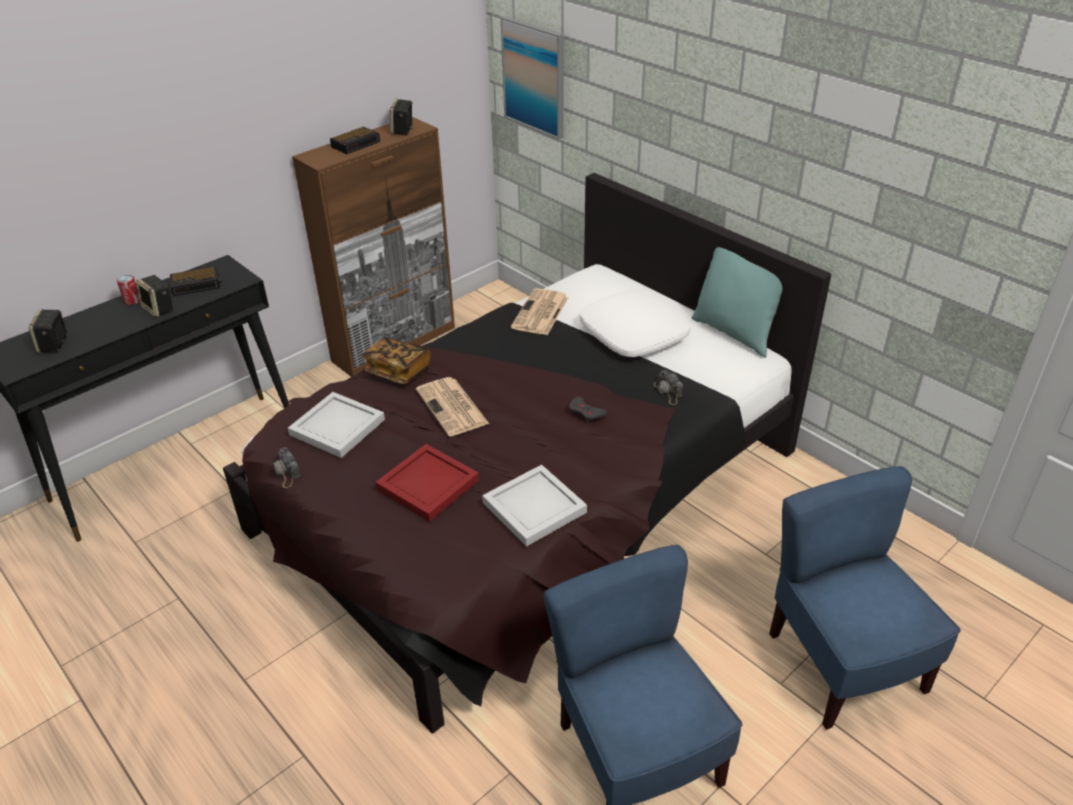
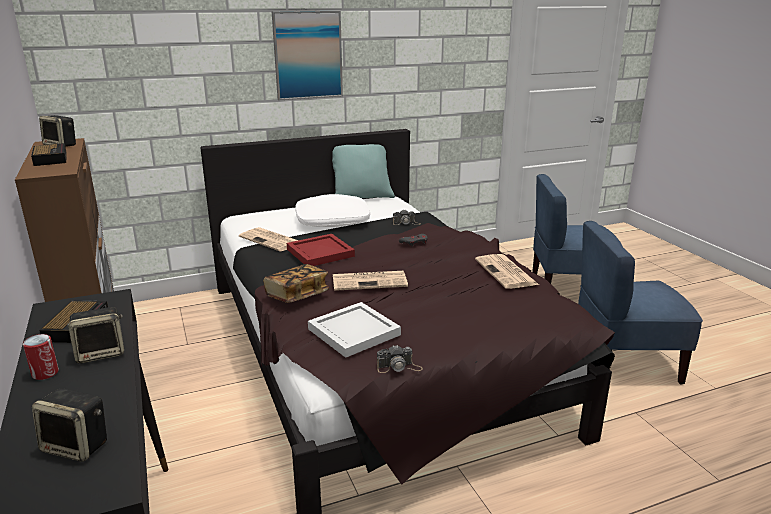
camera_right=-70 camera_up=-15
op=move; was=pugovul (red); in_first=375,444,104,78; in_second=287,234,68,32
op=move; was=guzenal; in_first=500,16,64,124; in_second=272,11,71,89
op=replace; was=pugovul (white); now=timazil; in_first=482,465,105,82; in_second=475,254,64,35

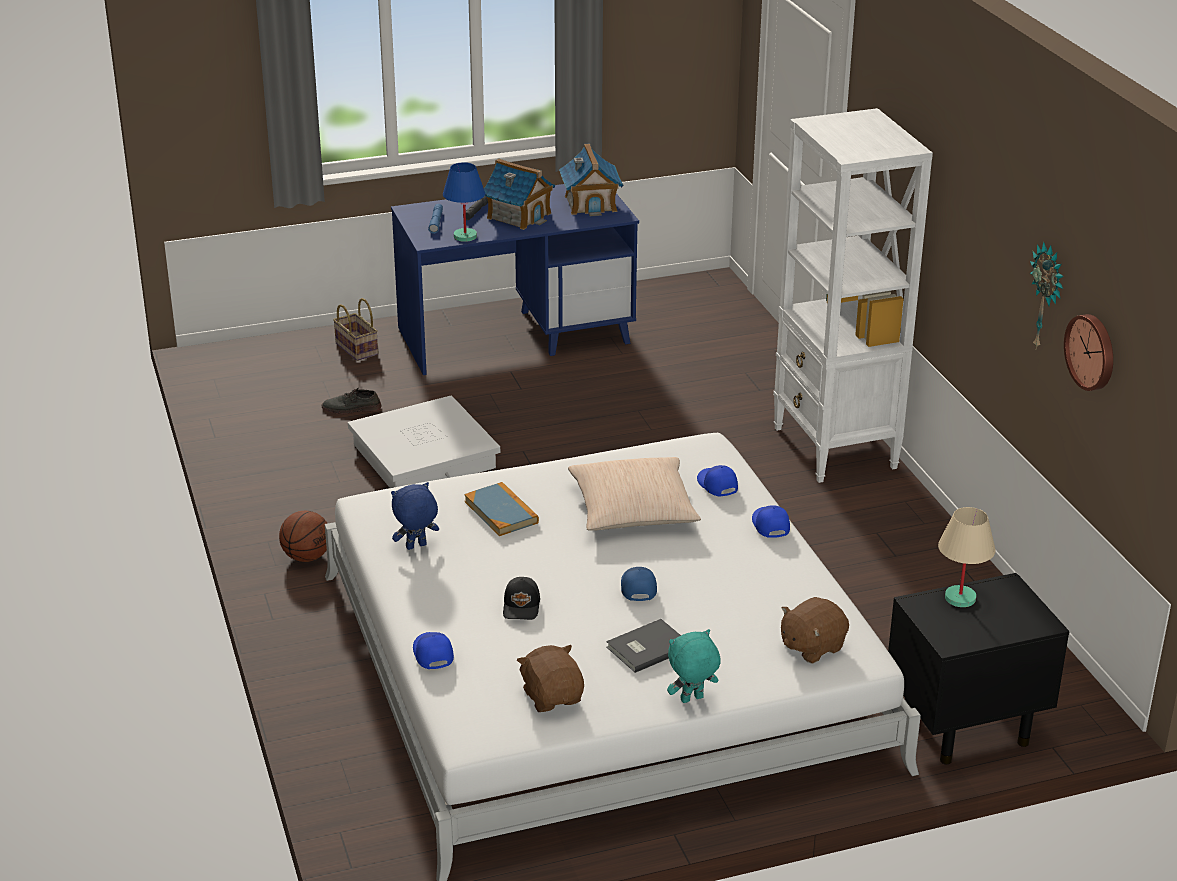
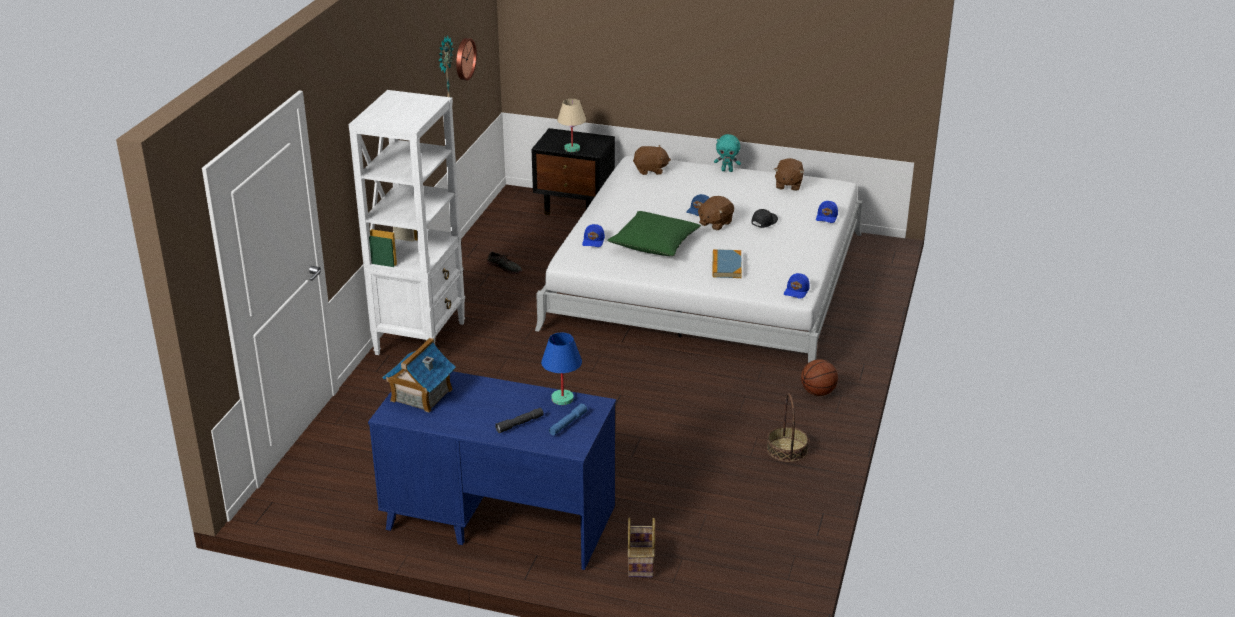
camera_right=-145 camera_up=0
op=delete; was=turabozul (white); in_first=348,396,152,92
op=delete; was=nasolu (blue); in_first=391,482,48,68
op=delete; was=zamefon; in_first=484,158,71,72
op=delete; was=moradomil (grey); in_first=606,619,75,54
op=insert; now=nasolu (brown); in_second=697,196,37,34
op=insert; now=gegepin; in_second=767,393,42,69
op=move; was=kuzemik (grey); in_first=322,388,60,26; in_second=487,252,35,22
op=move; was=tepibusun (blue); in_first=752,505,38,33; in_second=784,273,26,26
op=recolor; was=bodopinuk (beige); now=bodopinuk (green); in_first=568,457,133,74; in_second=607,211,94,45

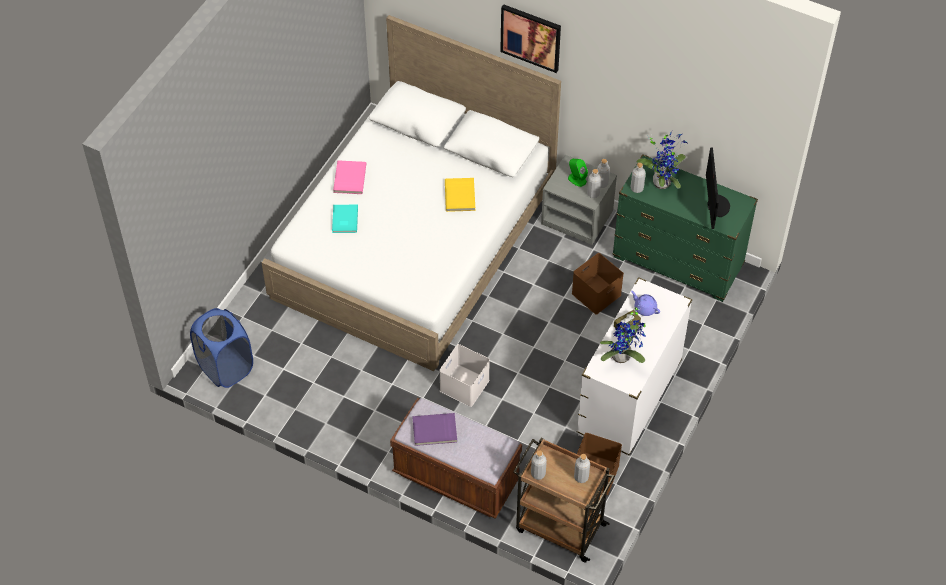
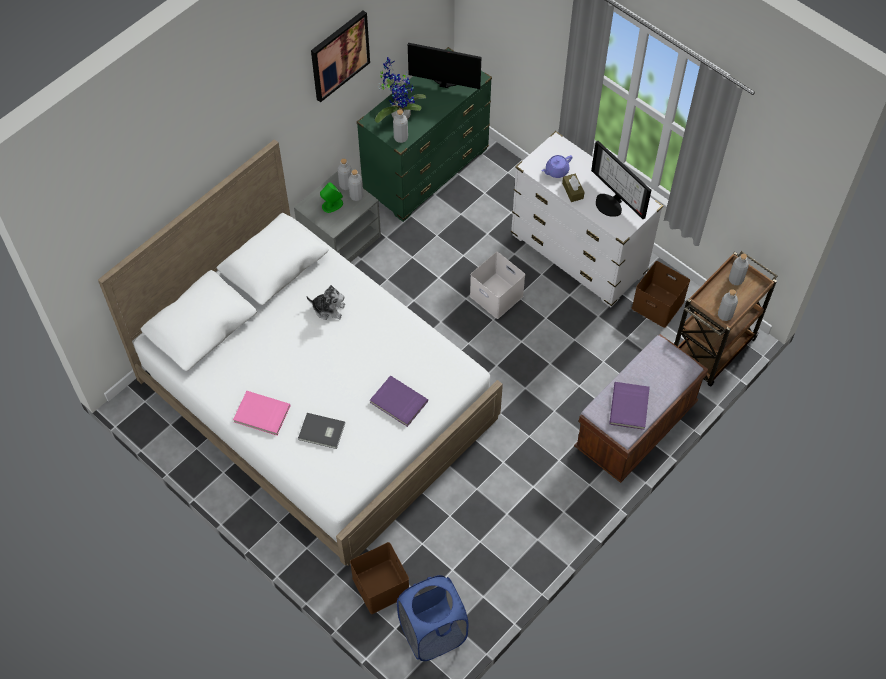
camera_right=-75 camera_up=5
op=insert; now=moradomil (purple); in_second=370,376,58,51
op=move; was=turabozul (white); in_first=439,344,51,63; in_second=470,252,55,67
op=move; was=guzenal; in_first=500,4,61,69; in_second=311,11,59,91
op=move; was=turabozul (brown); in_first=572,253,52,62; in_second=350,542,59,72
op=replace; was=moradomil (yellow); now=nasolu; in_first=445,178,30,34; in_second=306,285,39,35
op=replace; was=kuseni; now=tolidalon; in_first=600,306,46,57; in_second=591,140,60,80
op=recolor; was=moradomil (turquoise); now=moradomil (grey); in_first=332,205,26,28; in_second=298,413,47,36

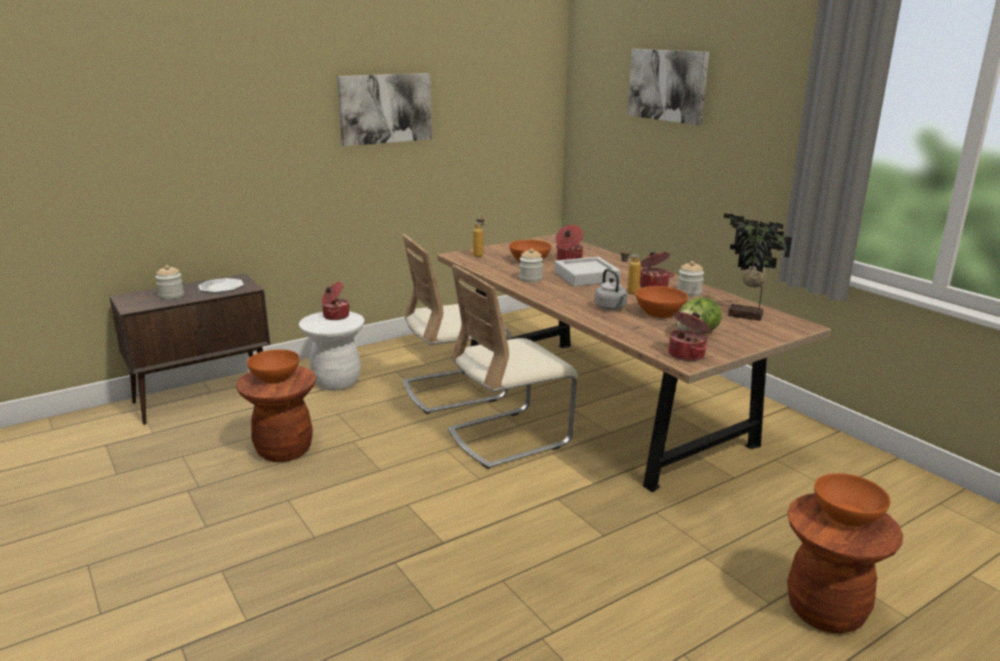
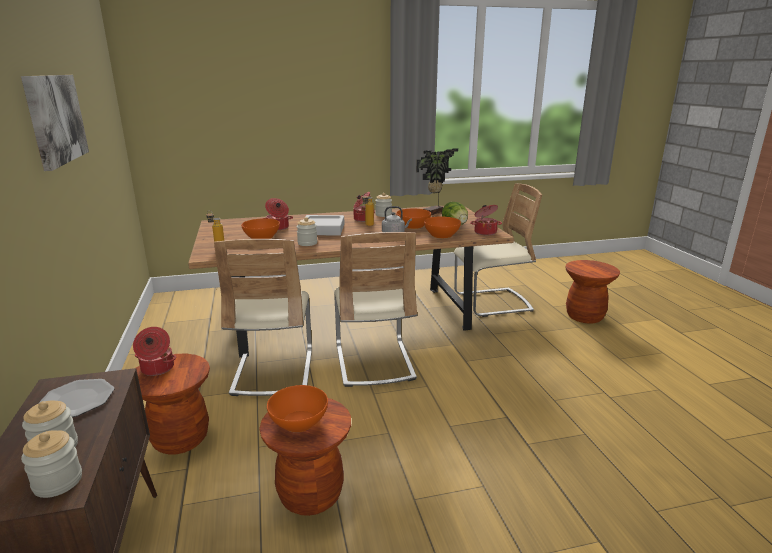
camera_right=-70 camera_up=0
op=delete; was=guzenal; in_first=627,49,82,76
op=insert; now=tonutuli; in_second=21,430,61,68
op=insert; now=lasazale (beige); in_second=454,183,88,134
op=move; was=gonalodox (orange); in_first=814,473,76,54; in_second=424,217,37,21
op=recolor; was=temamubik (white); now=temamubik (brown); in_first=299,311,66,79; in_second=136,354,74,101

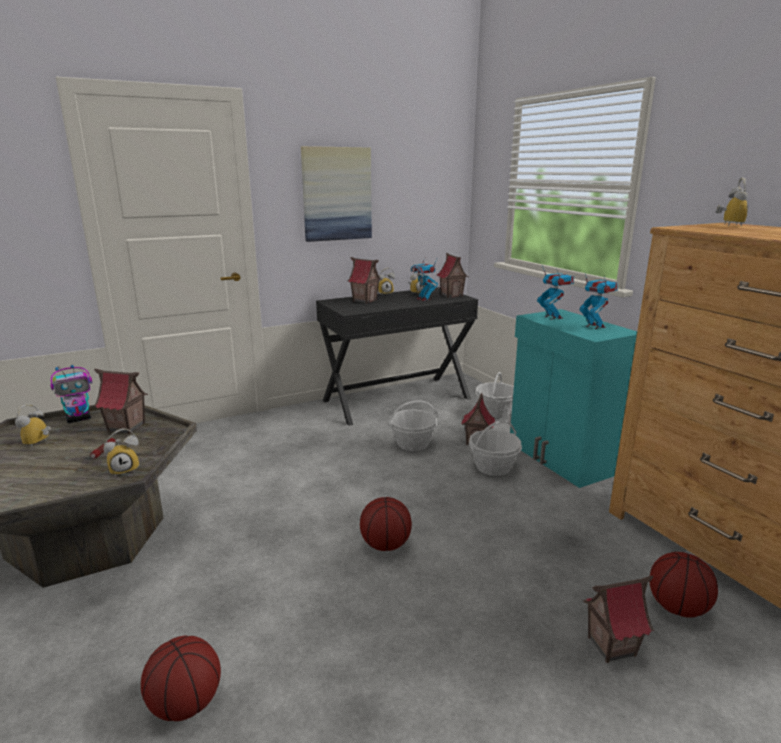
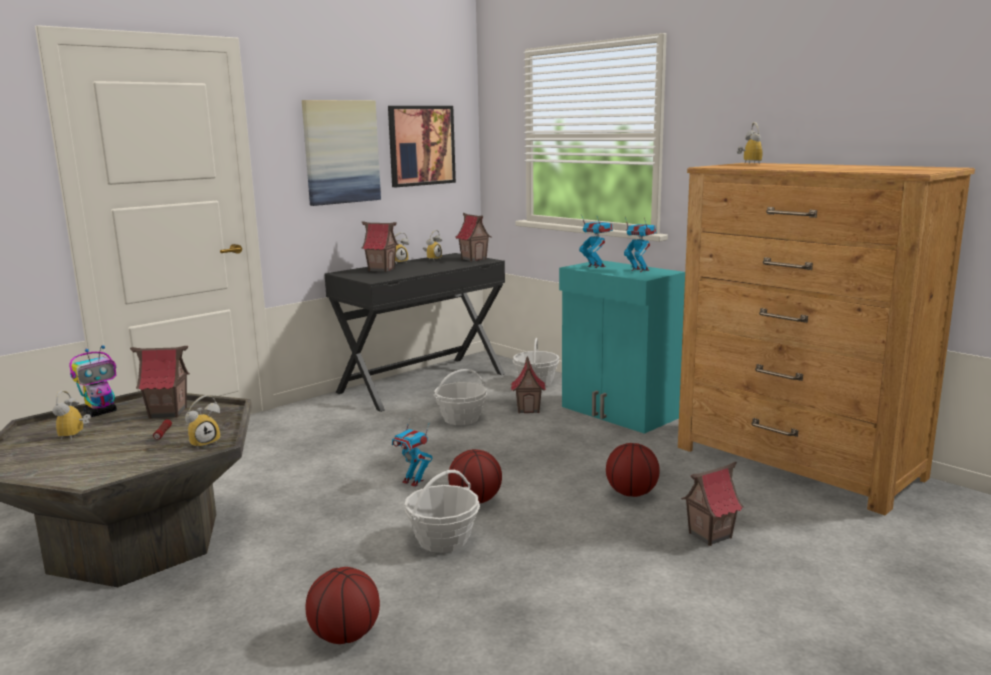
camera_right=-15 camera_up=-5
op=insert; now=guzenal; in_second=388,106,68,81
op=move; was=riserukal; in_first=411,256,27,45; in_second=392,417,40,70
op=move; was=gegepin; in_first=469,420,53,56; in_second=404,470,76,83
op=move; was=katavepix; in_first=649,552,69,65; in_second=606,443,54,54

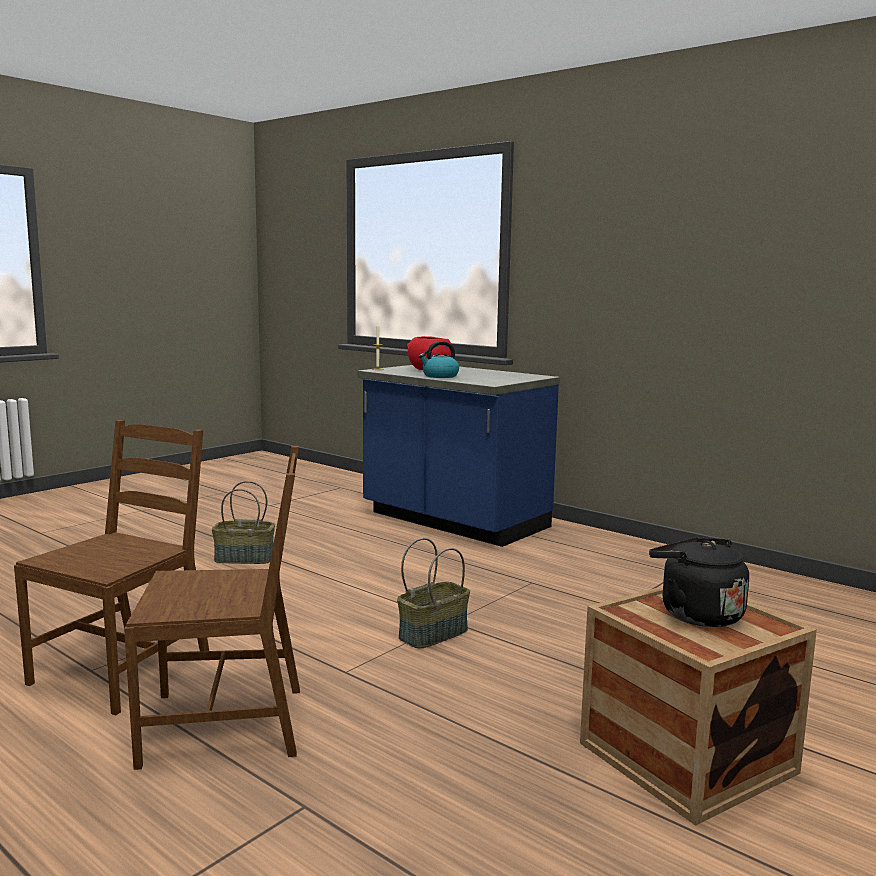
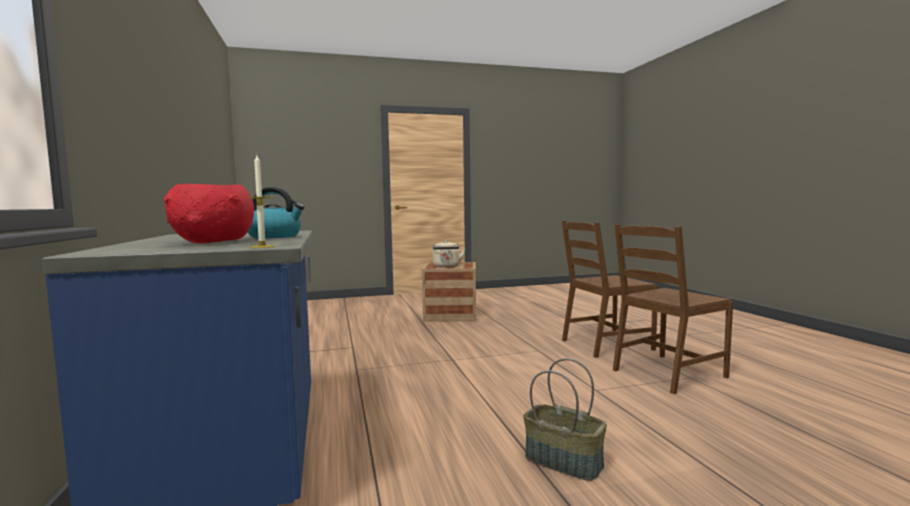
camera_right=-145 camera_up=-5
op=delete; was=gegepin; in_first=397,538,73,111
op=recolor; was=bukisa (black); now=bukisa (beige); in_first=649,538,100,89; in_second=433,241,32,27
op=rotate; was=lasazale (brown); in_first=124,446,176,324; in_second=562,221,96,137; clockwise=-45

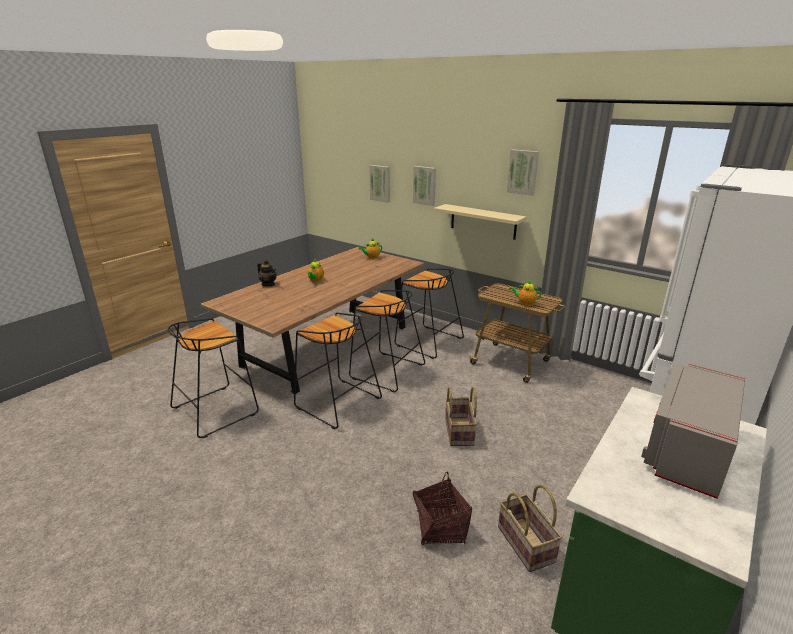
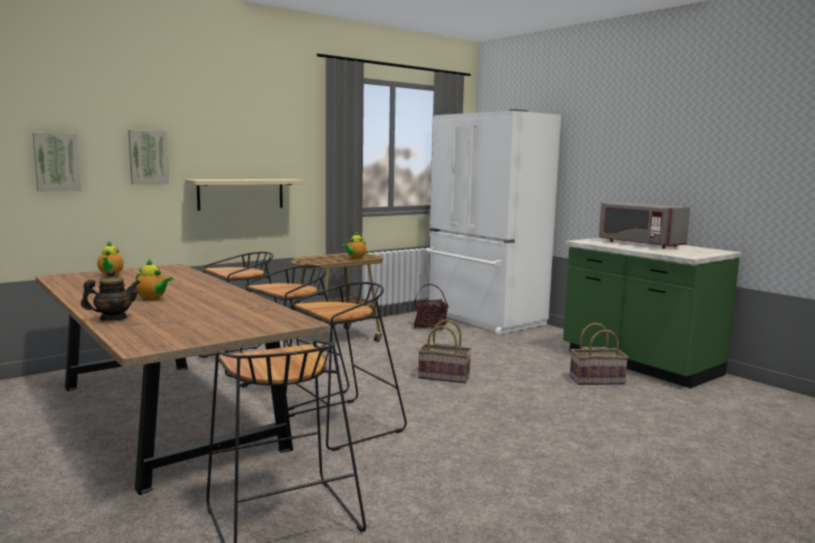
camera_right=-75 camera_up=-15
op=delete; was=guzenal; in_first=507,149,32,47
op=move; was=gegepin; in_first=413,471,59,74; in_second=414,284,34,47

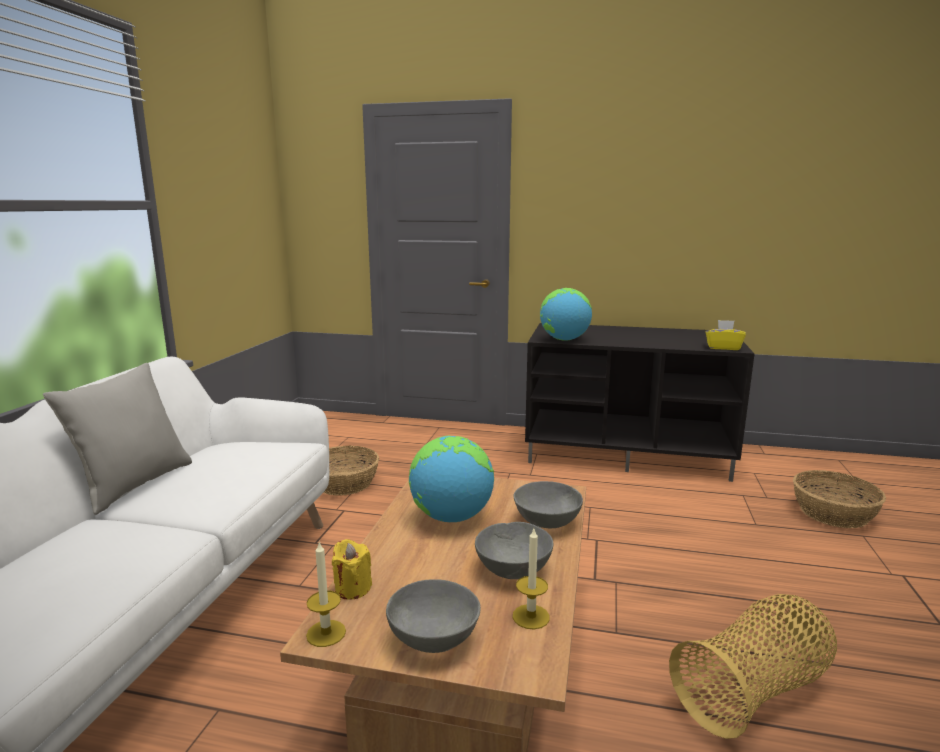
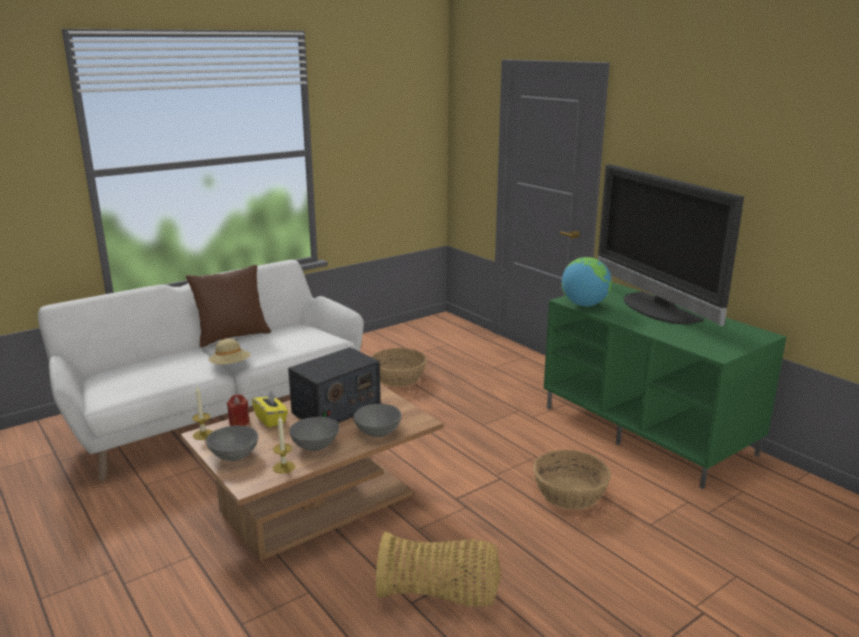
camera_right=40 camera_up=5
op=insert; now=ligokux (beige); in_second=209,339,41,25
op=insert; now=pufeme; in_second=598,164,146,162
op=move; was=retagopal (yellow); in_first=705,320,41,30; in_second=252,391,36,37
op=move; was=gegepin; in_first=793,470,93,58; in_second=533,450,78,60
op=replace; was=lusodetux; now=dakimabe; in_first=409,436,85,86; in_second=288,347,93,76
op=recolor; was=bodopinuk (grey); now=bodopinuk (brown); in_first=43,363,149,152; in_second=186,265,85,83
op=recolor; was=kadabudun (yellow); now=kadabudun (red); in_first=332,539,40,60; in_second=227,394,23,32
op=recolor; was=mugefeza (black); now=mugefeza (green); in_first=525,323,230,159; in_second=544,282,243,207

